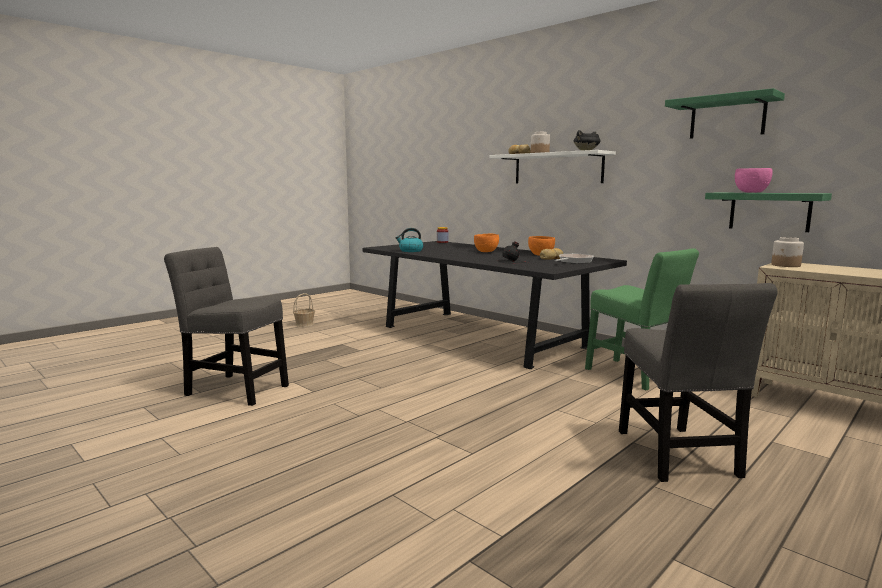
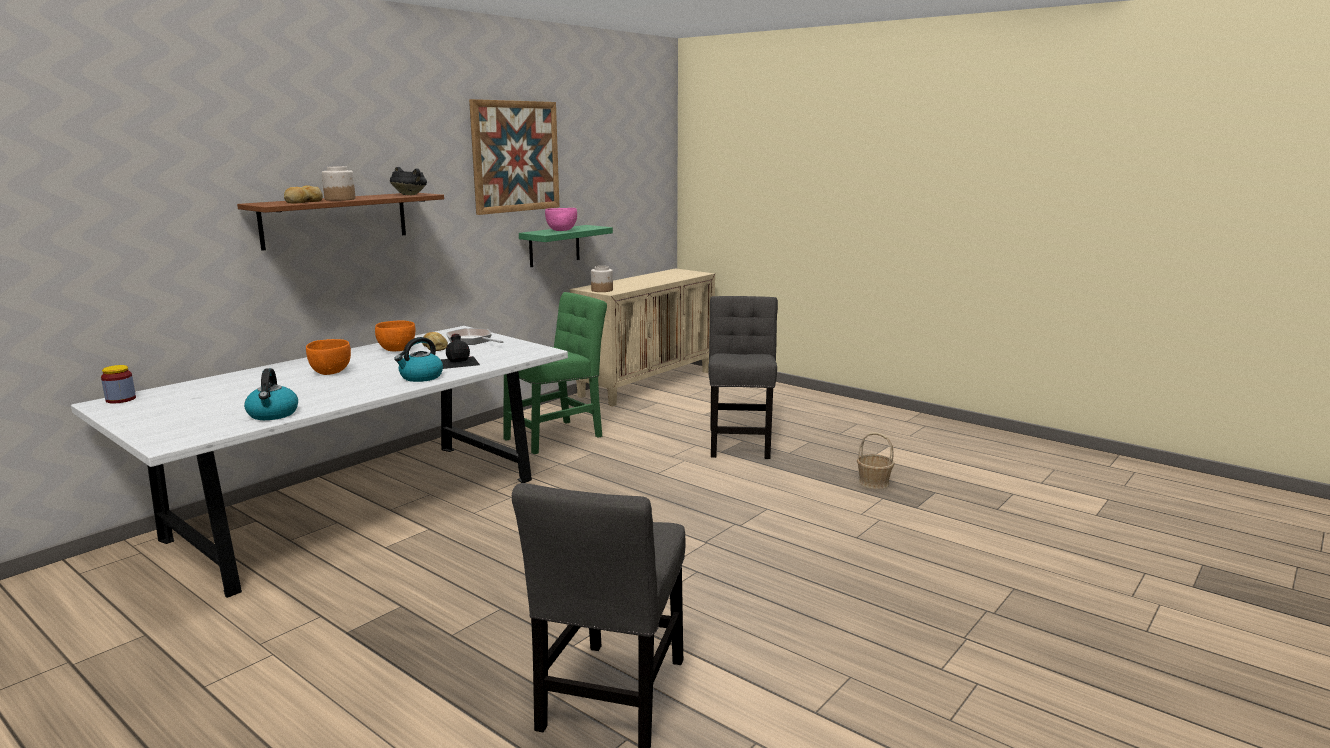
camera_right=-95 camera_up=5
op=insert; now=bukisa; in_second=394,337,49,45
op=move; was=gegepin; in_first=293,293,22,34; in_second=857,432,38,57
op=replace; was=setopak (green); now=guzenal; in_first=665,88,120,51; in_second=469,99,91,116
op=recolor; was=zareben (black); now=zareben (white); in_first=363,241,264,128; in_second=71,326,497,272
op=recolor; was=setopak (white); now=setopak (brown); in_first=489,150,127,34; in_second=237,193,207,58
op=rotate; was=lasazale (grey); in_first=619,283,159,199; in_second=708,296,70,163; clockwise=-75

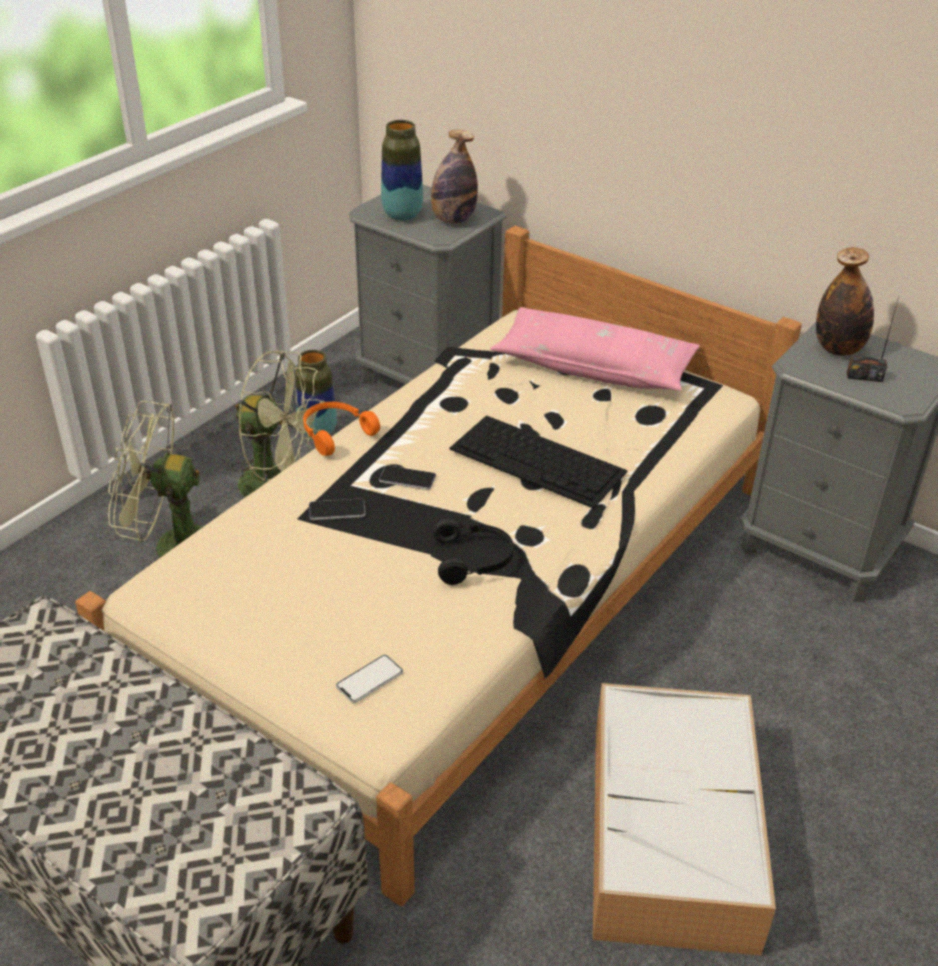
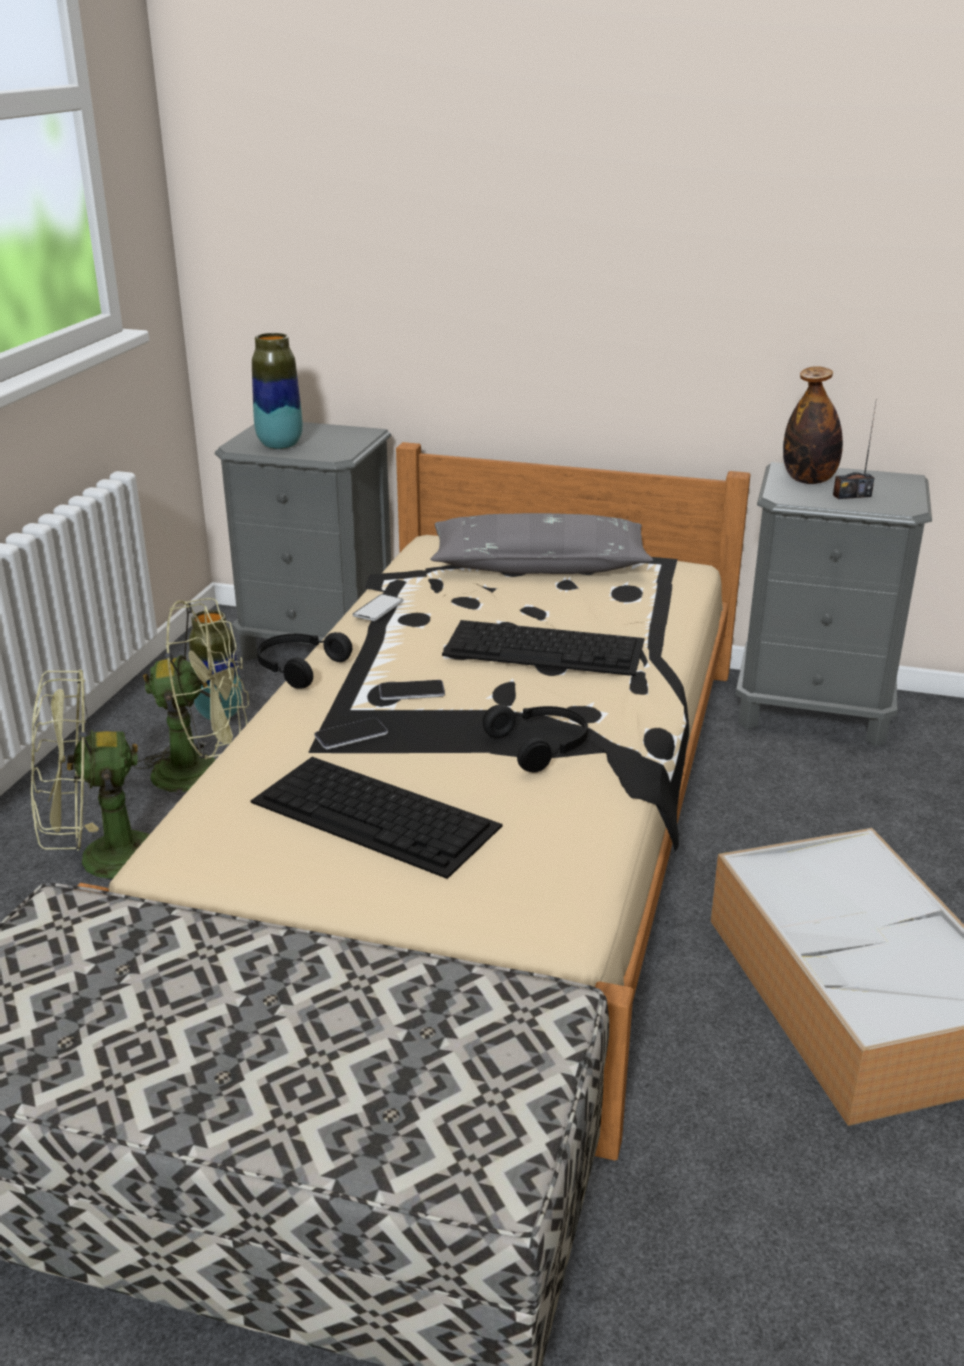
camera_right=-20 camera_up=-10
op=delete; was=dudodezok; in_first=431,130,47,94
op=insert; now=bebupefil; in_second=251,757,251,122
op=move; was=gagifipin; in_first=336,655,67,48; in_second=352,594,51,27
op=recolor; was=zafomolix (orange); now=zafomolix (black); in_first=303,402,77,54; in_second=257,632,95,57
op=recolor; was=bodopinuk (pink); now=bodopinuk (grey); in_first=490,307,210,84; in_second=430,513,223,61

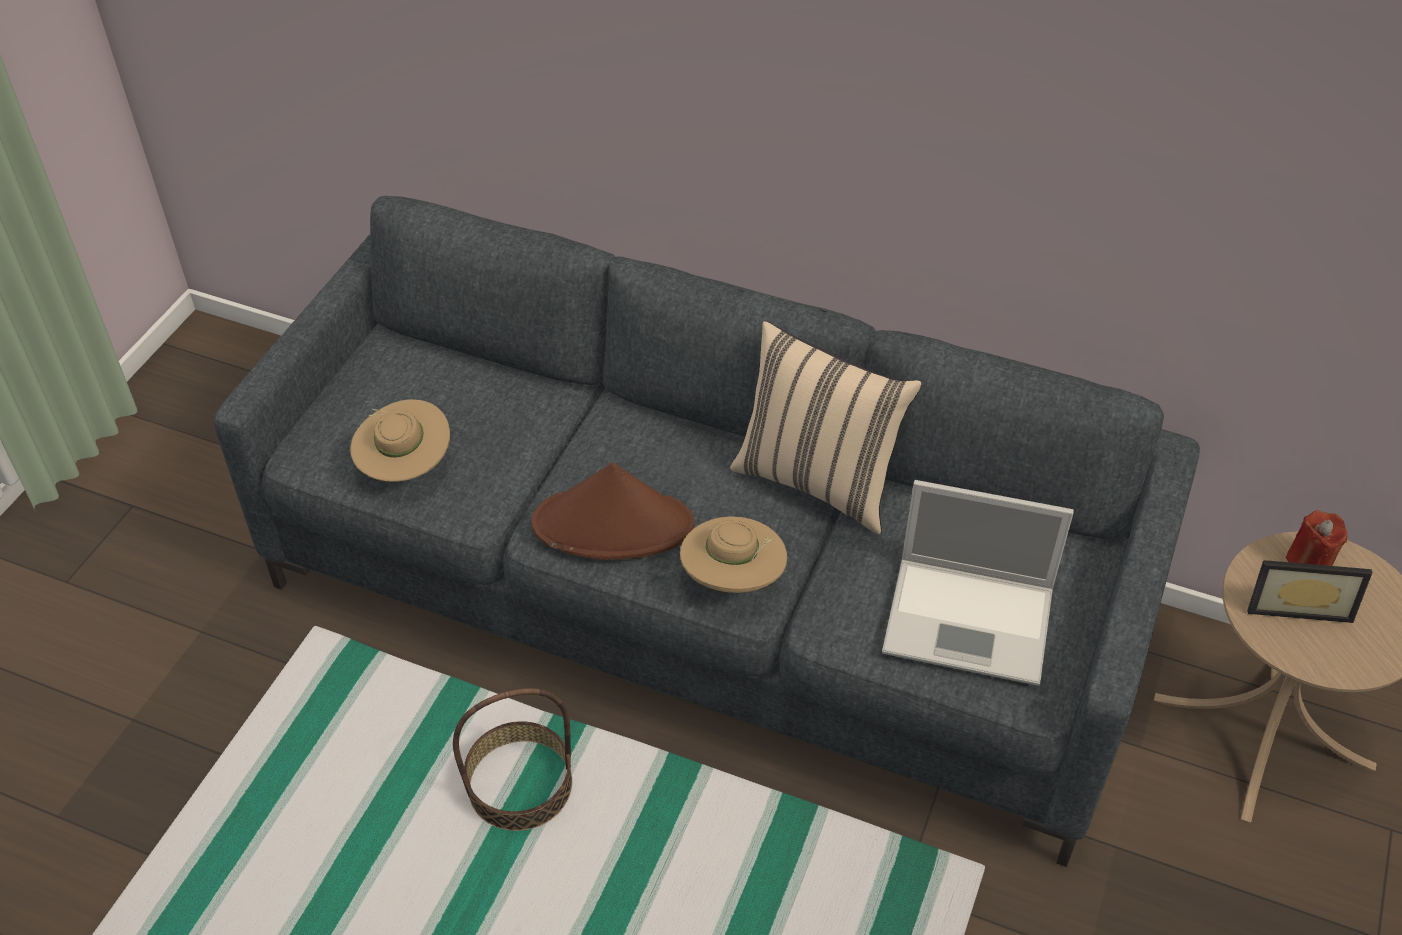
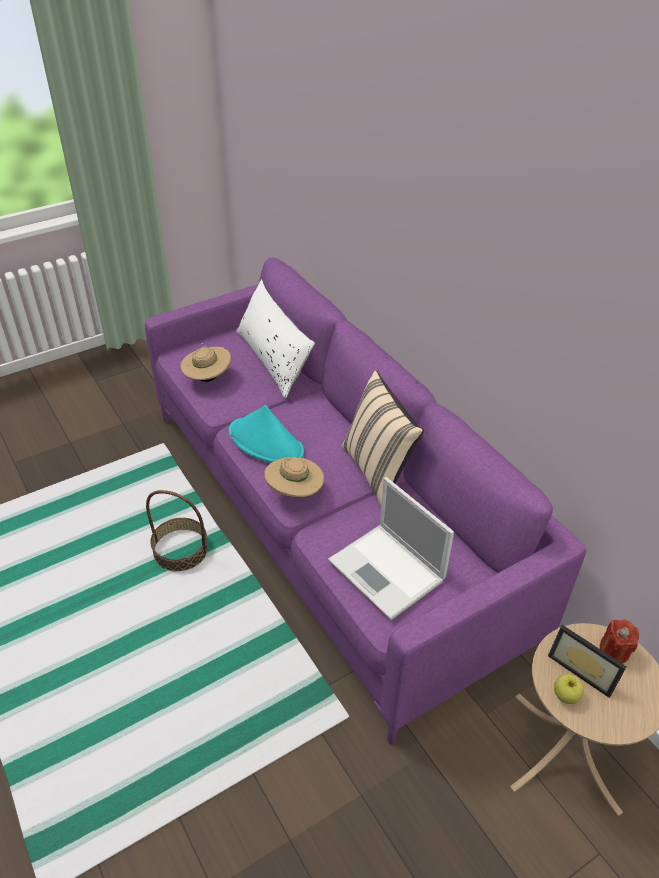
camera_right=35 camera_up=-5
op=insert; now=bodopinuk (white); in_second=236,279,79,120
op=insert; now=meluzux; in_second=554,674,30,30
op=recolor; was=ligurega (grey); now=ligurega (purple); in_first=214,196,986,671; in_second=145,257,441,488
op=recolor; was=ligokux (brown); now=ligokux (turquoise); in_first=531,462,163,98; in_second=229,405,75,58

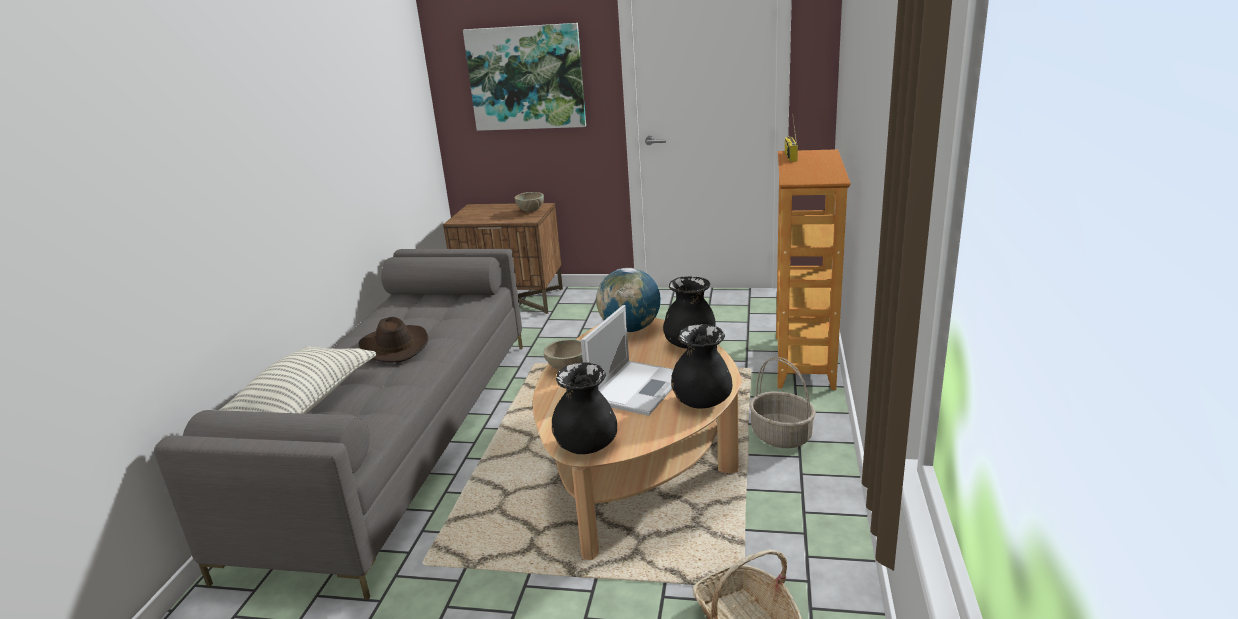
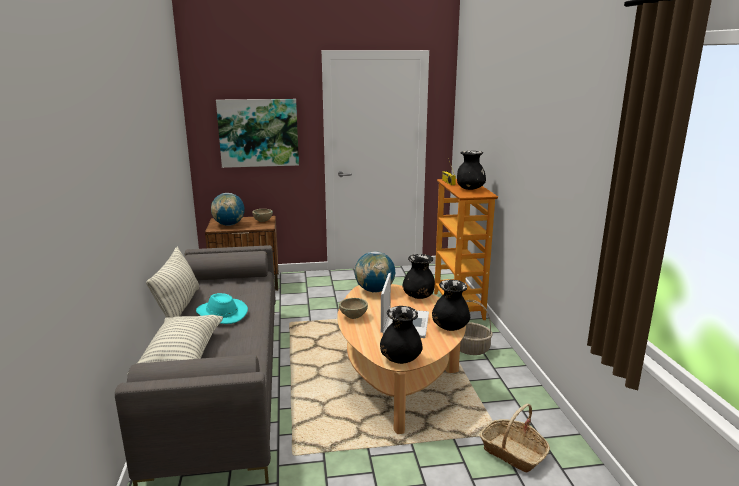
camera_right=-20 camera_up=-5
op=insert; now=bodopinuk; in_second=146,247,53,70
op=insert; now=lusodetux; in_second=211,193,34,33
op=insert; now=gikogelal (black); in_second=457,151,29,39
op=recolor; was=ligokux (brown); now=ligokux (turquoise); in_first=359,317,69,46; in_second=196,293,52,31

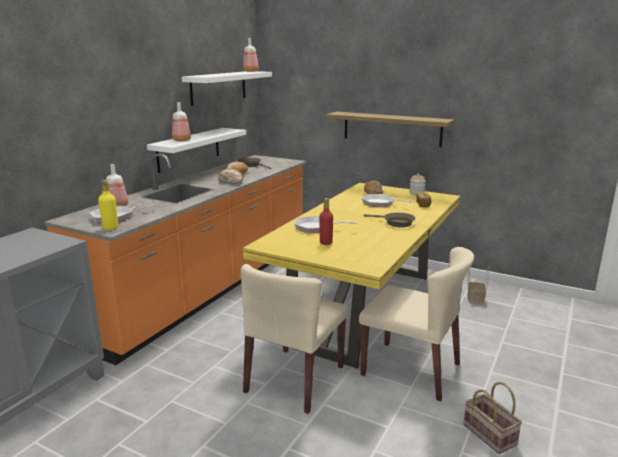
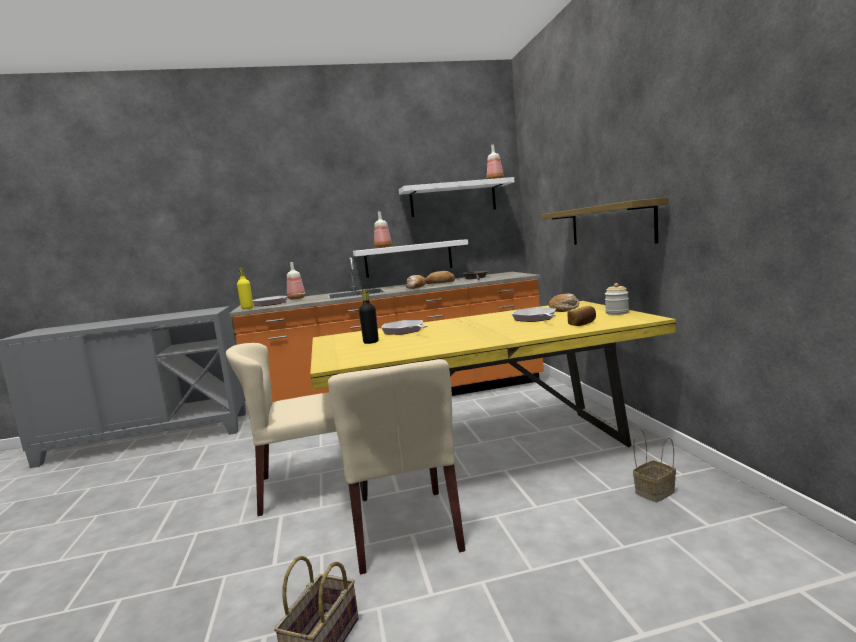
camera_right=50 camera_up=-10
op=delete; was=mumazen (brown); in_first=363,213,53,14
op=recolor; was=dudodezok (red); now=dudodezok (black); in_first=319,198,14,47; in_second=359,289,20,55

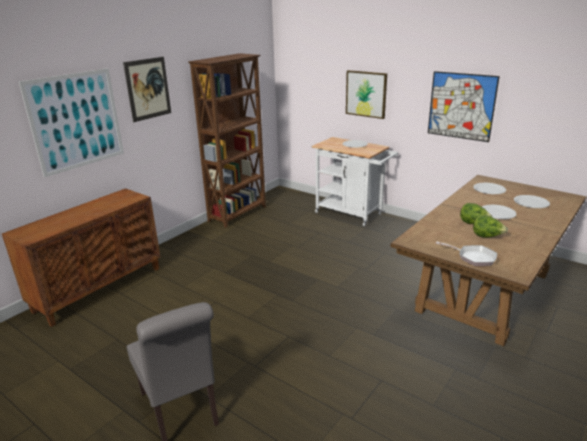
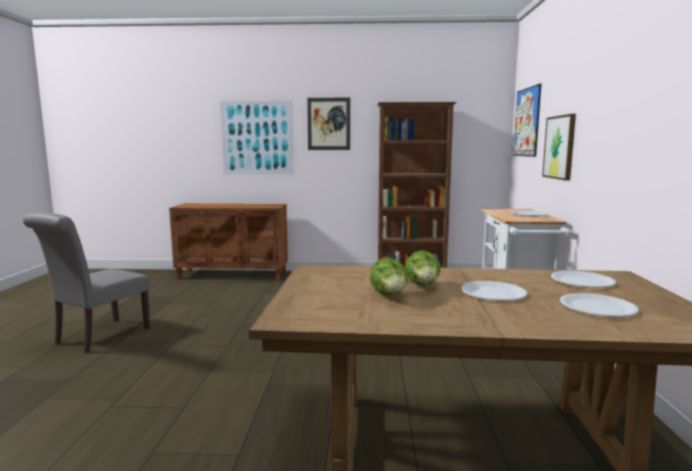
camera_right=55 camera_up=-15
op=delete; was=mumazen; in_first=436,242,61,24
op=move; was=guzenal; in_first=428,71,72,71; in_second=513,83,28,74

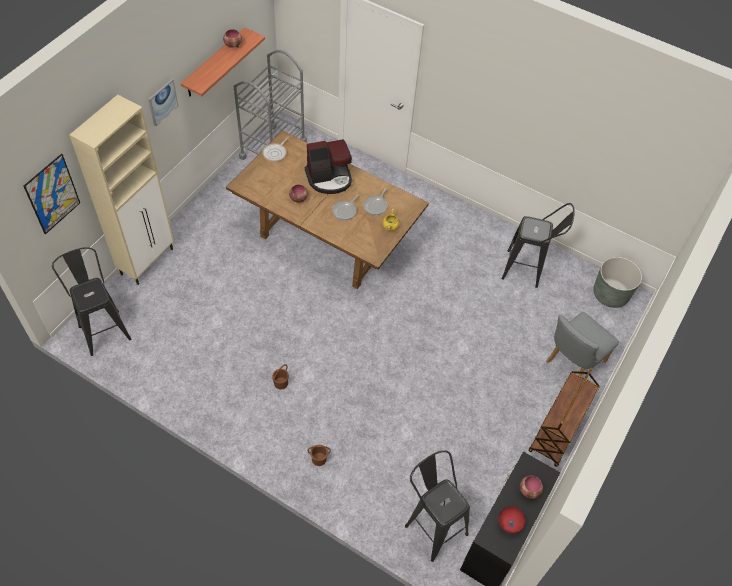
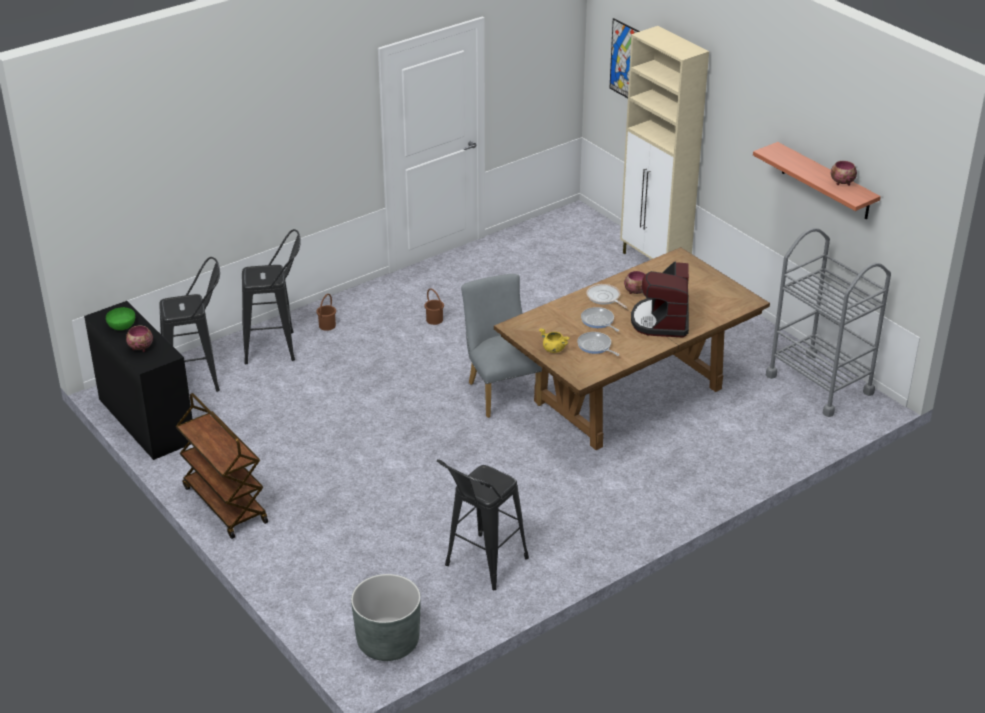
camera_right=115 camera_up=-20
op=delete; was=guzenal; in_first=148,79,30,47
op=move; was=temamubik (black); in_first=52,247,79,109; in_second=242,229,59,135
op=move; was=mumazen; in_first=262,137,27,25; in_second=586,284,41,24
op=move; was=lasazale (grey); in_first=546,312,73,64; in_second=461,274,81,144
op=recolor; was=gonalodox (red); now=gonalodox (green); in_first=499,506,27,27; in_second=106,307,29,23

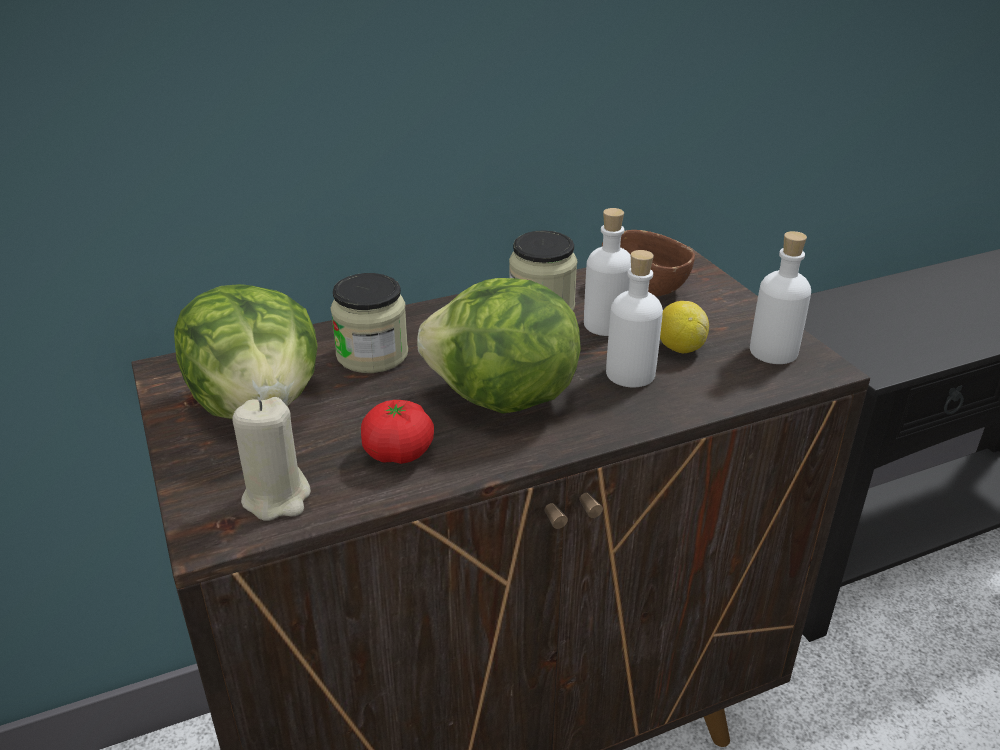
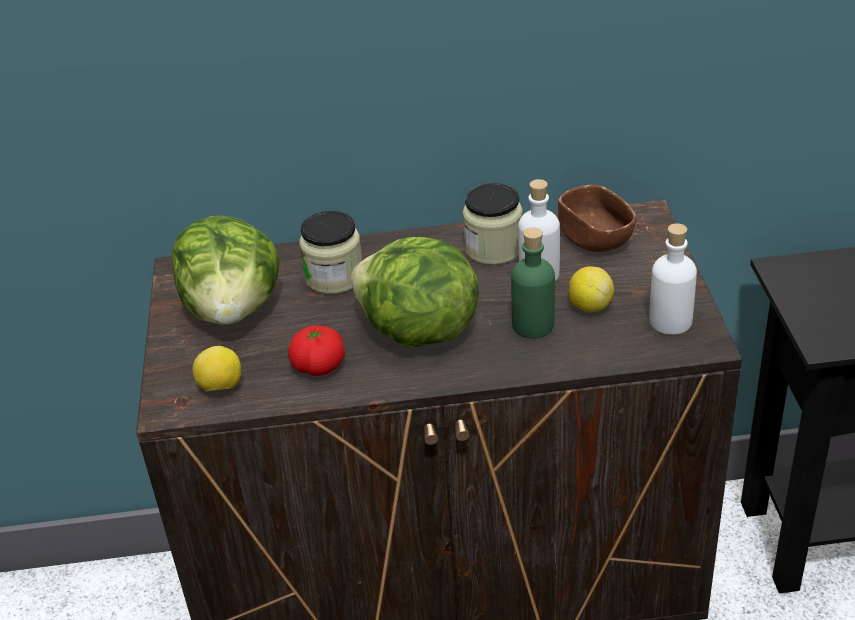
camera_right=20 camera_up=5
op=replace; was=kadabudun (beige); now=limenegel; in_first=232,397,79,124; in_second=192,346,49,46
op=recolor; was=dudodezok (white); now=dudodezok (green); in_first=606,250,57,137; in_second=511,227,44,111

